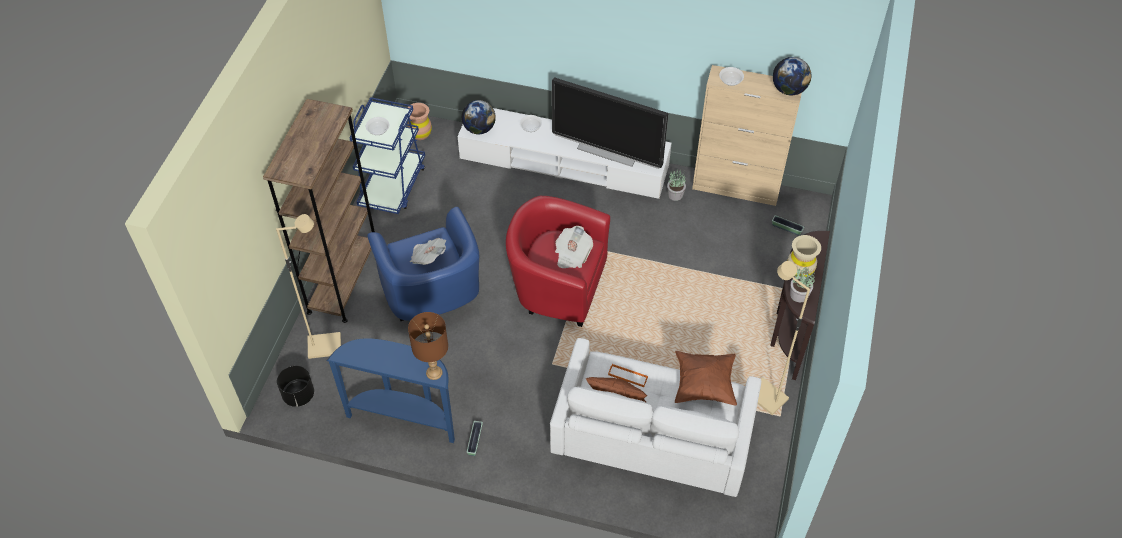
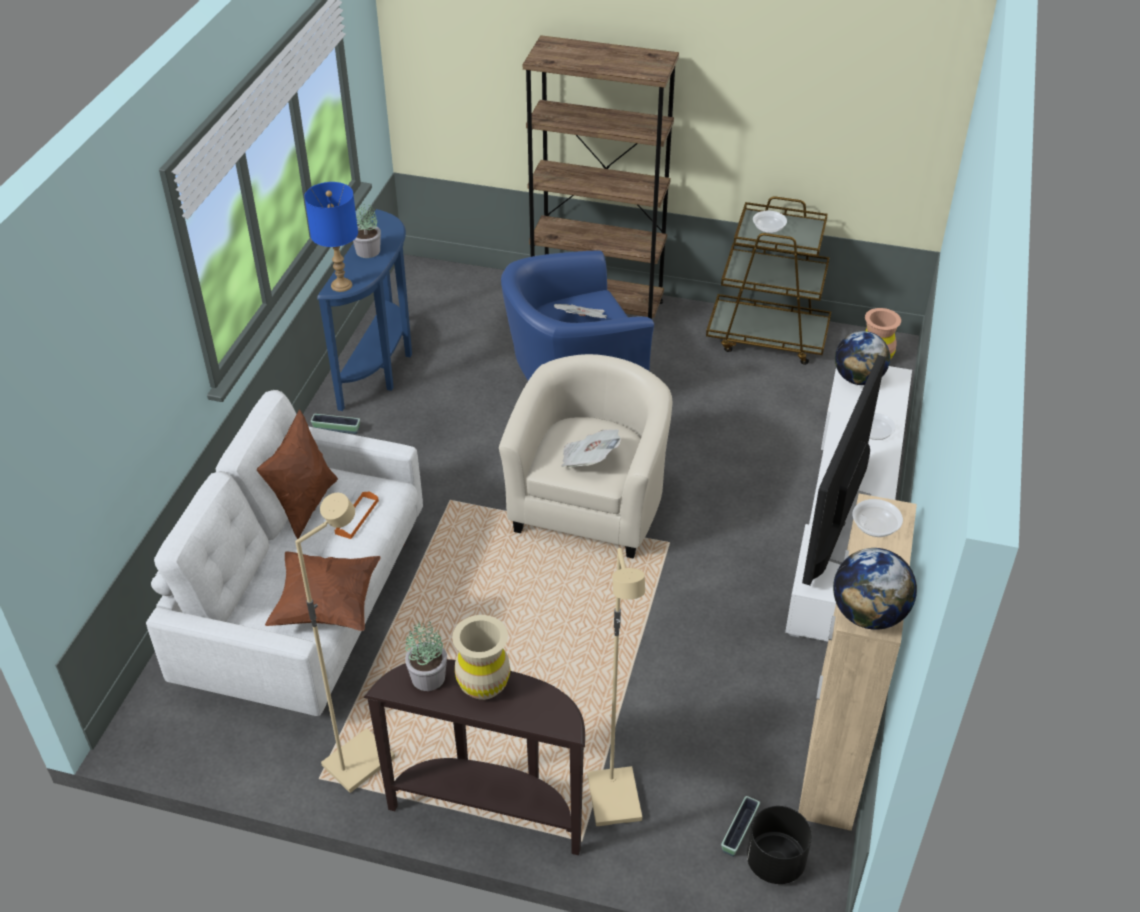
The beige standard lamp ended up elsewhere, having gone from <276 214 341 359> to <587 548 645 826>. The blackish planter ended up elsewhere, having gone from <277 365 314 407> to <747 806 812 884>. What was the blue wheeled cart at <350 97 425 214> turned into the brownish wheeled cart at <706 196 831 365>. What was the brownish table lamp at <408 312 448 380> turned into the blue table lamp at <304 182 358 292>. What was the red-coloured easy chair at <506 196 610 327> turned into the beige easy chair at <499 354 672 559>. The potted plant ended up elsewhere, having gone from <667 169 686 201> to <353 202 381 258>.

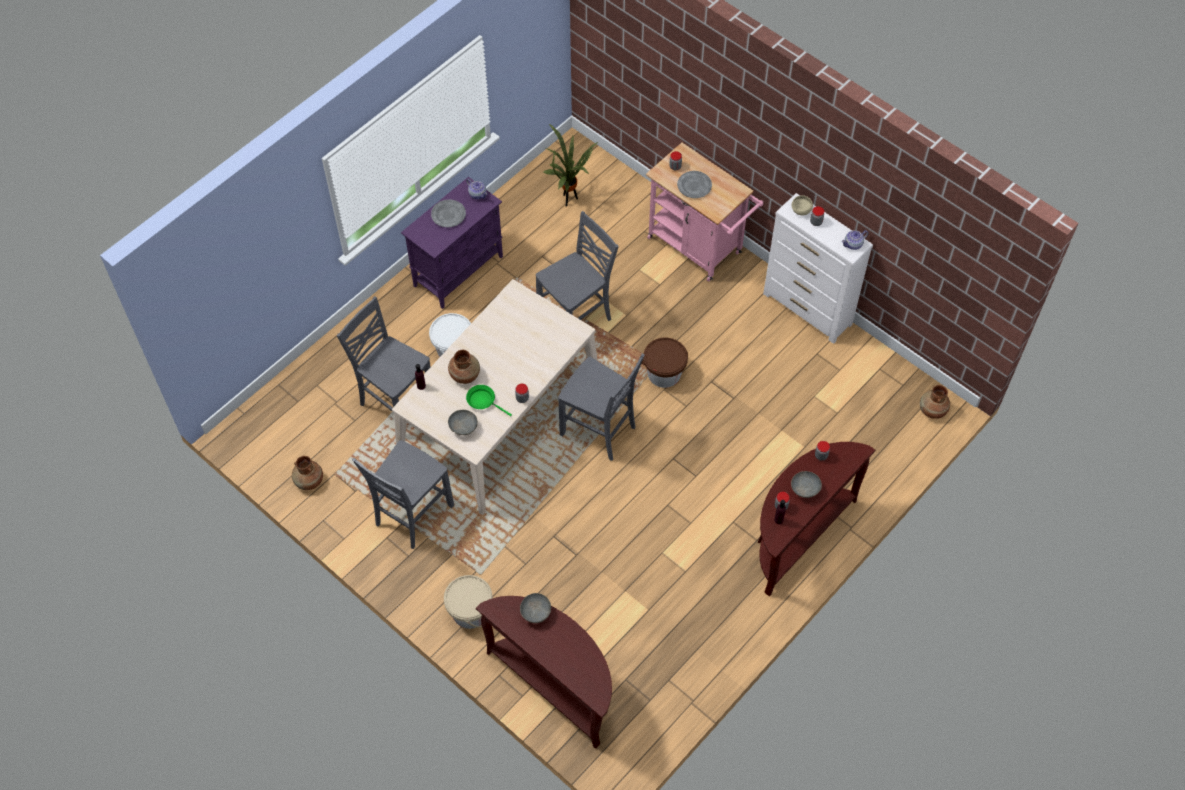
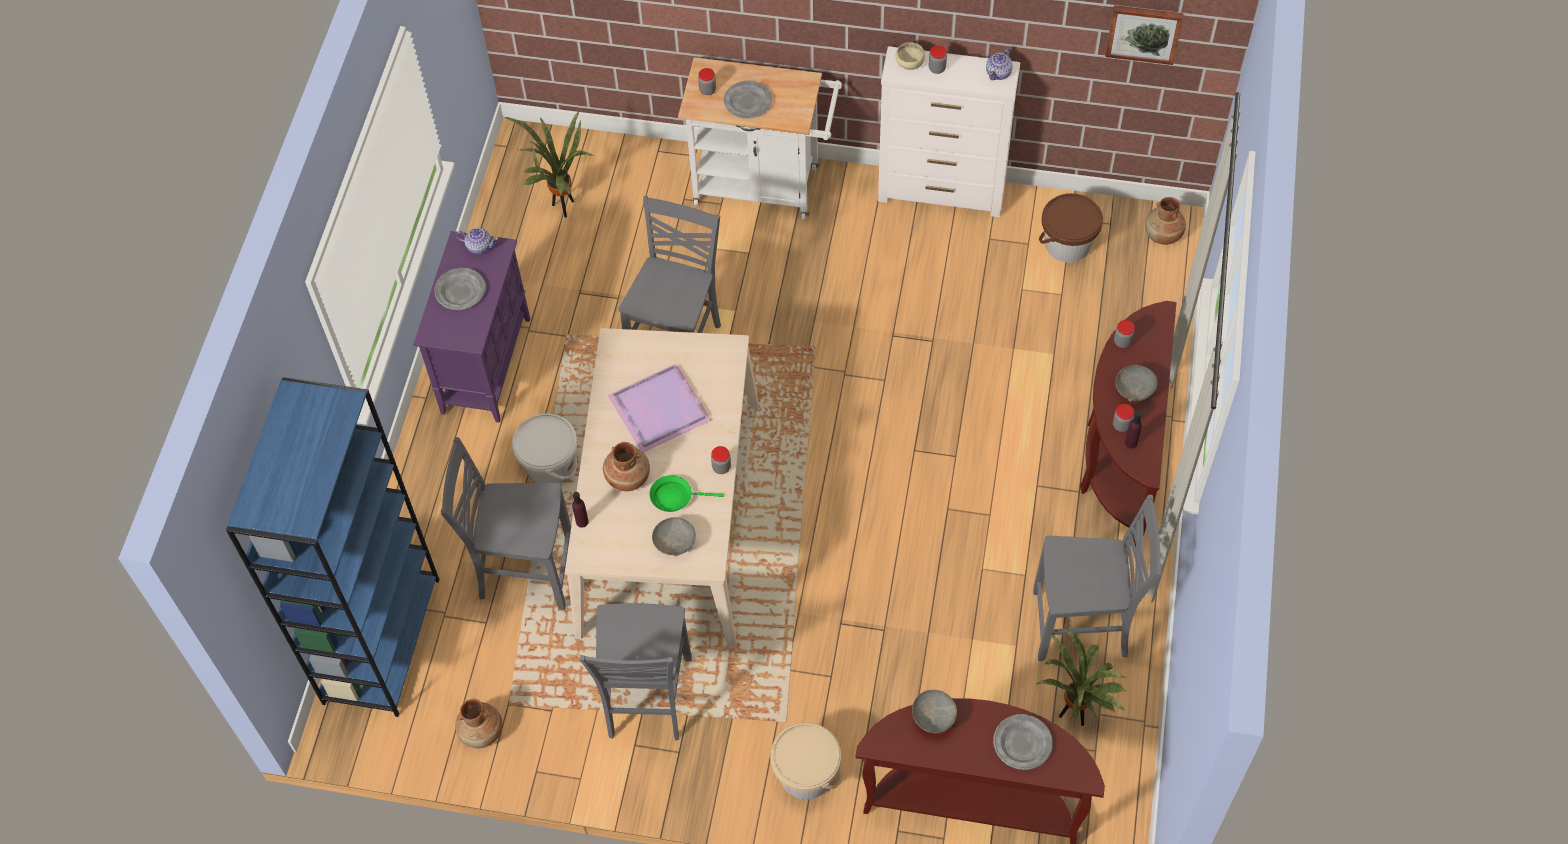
The greyish chair ended up elsewhere, having gone from <558 354 645 461> to <1033 495 1162 661>. The brownish bucket ended up elsewhere, having gone from <641 338 688 388> to <1039 193 1103 263>. What was the pink-coloured wheeled cart at <646 143 763 282> turned into the whitish wheeled cart at <678 57 842 220>. The second view gained the blue shelving unit at <226 377 439 717>. The second view gained the purple-coloured tray at <608 364 711 453>. The second view gained the greyish plate at <993 714 1053 770>. The second view gained the potted plant at <1037 628 1126 726>. The second view gained the wall art at <1105 5 1184 65>.

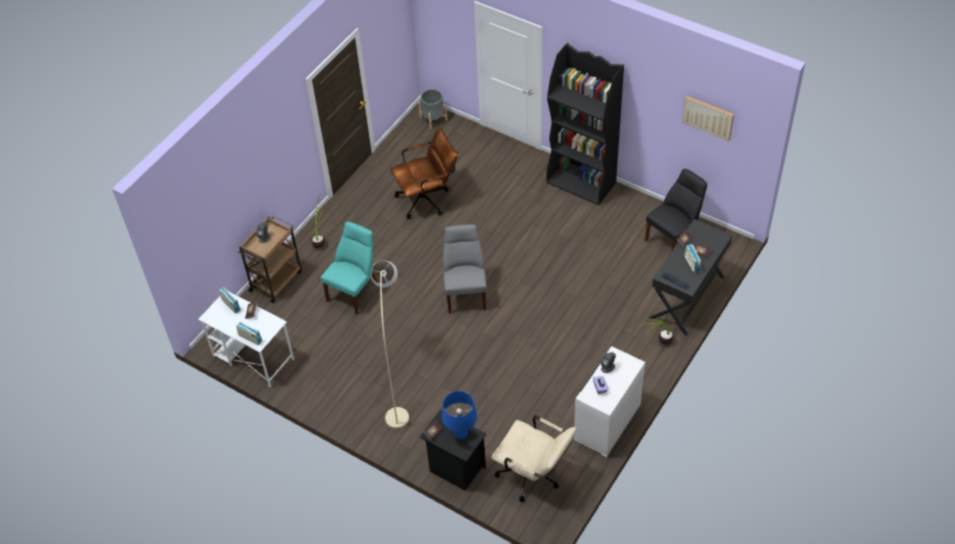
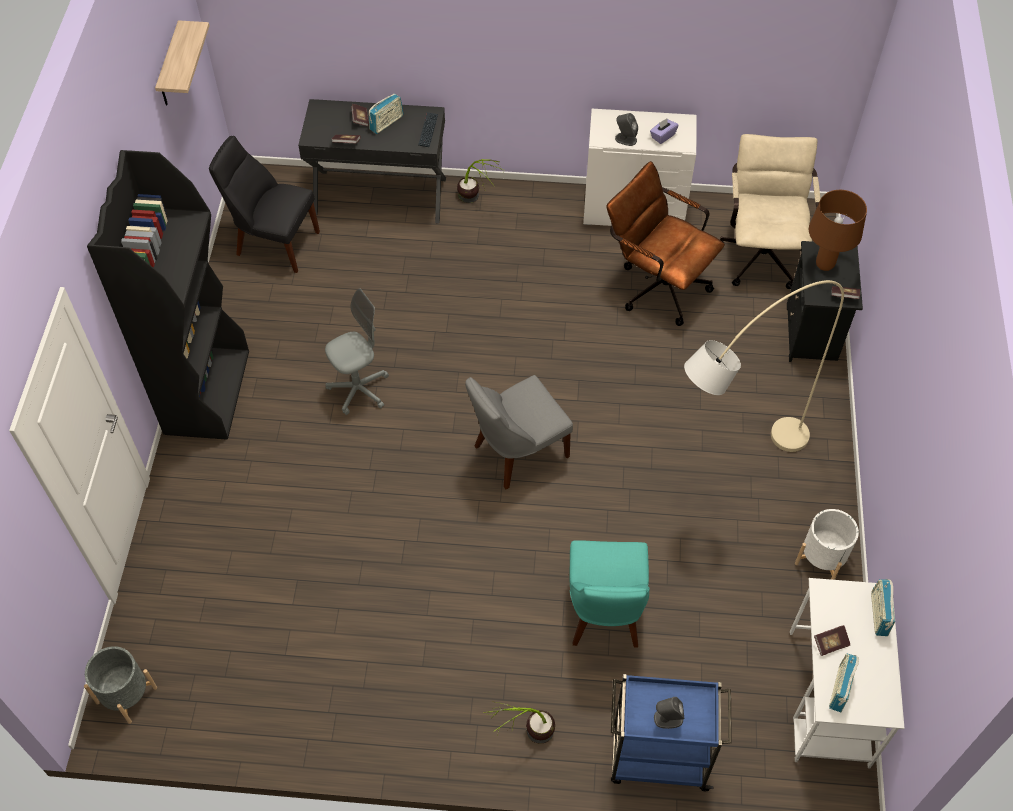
What was the brownish wheeled cart at <238 216 302 303> turned into the blue wheeled cart at <611 674 732 791>. The turquoise chair at <321 222 378 315> ended up facing another way, 90 degrees counterclockwise from before. The brownish computer chair ended up elsewhere, having gone from <390 127 458 219> to <606 161 725 326>. What was the blue table lamp at <442 391 477 439> turned into the brownish table lamp at <809 190 867 271>. Where the wall art hung at <682 96 734 141>, the shelf came to hang at <155 20 210 105>. The second view gained the greyish computer chair at <325 288 389 415>. The second view gained the whitish planter at <795 509 859 580>.

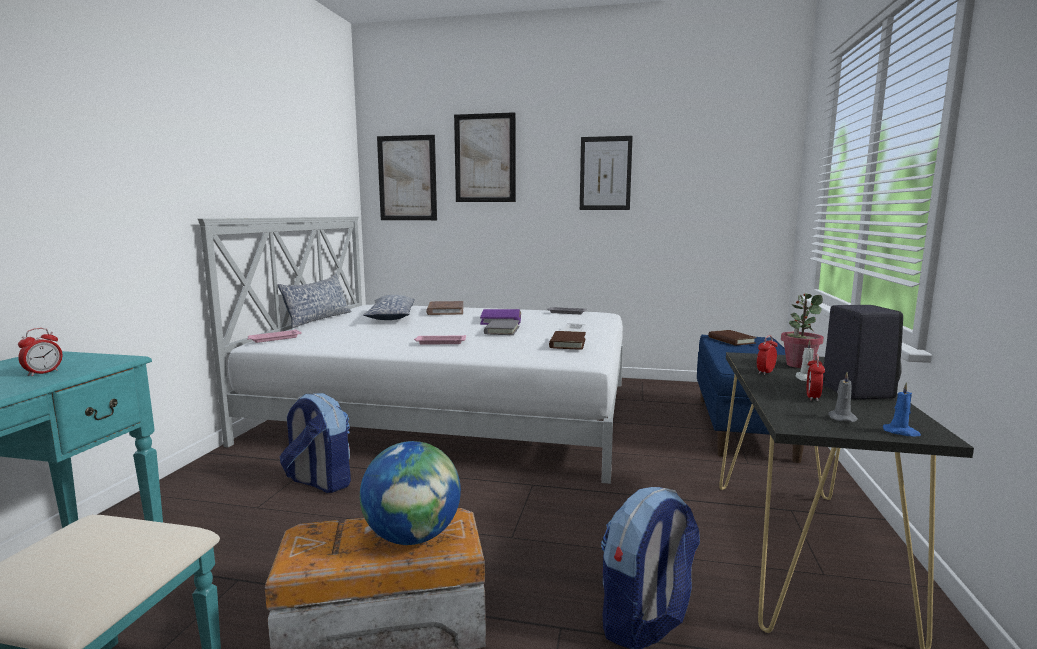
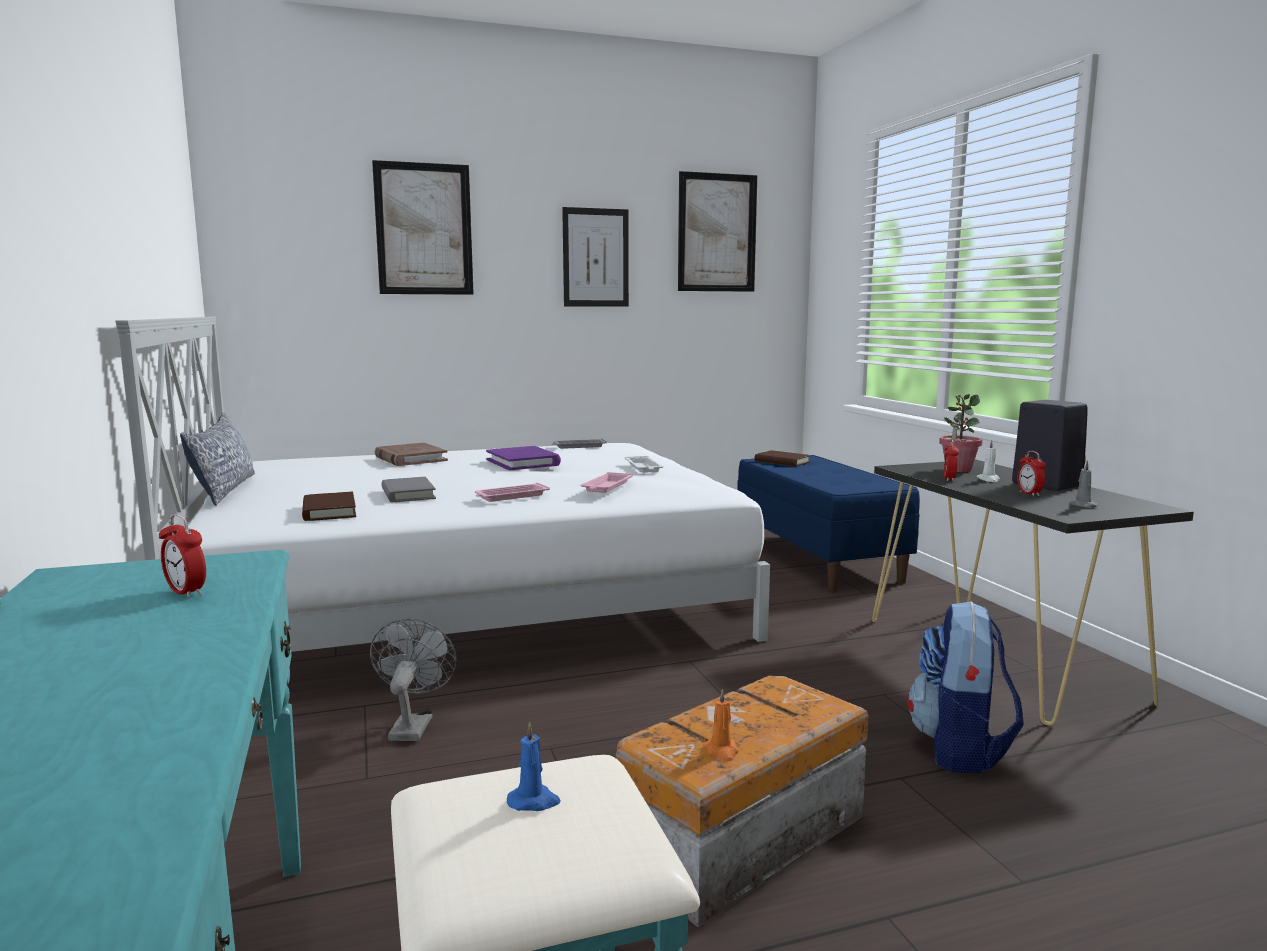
The bedside clock at <18 328 62 376> ended up facing another way, 135 degrees clockwise from before. The pink-coloured tray ended up elsewhere, having gone from <247 329 302 343> to <581 472 633 493>. Where the backpack stood at <280 393 351 493>, the greyish cooling fan came to stand at <370 619 457 741>. The second view lost the world globe at <360 441 461 545>. The second view lost the cushion at <363 295 415 320>. The wall art ended up elsewhere, having gone from <377 135 437 220> to <678 171 757 292>. The greyish volume ended up elsewhere, having gone from <484 320 520 335> to <382 477 436 502>. The brownish volume ended up elsewhere, having gone from <549 331 586 350> to <302 492 356 521>. The blue wax light ended up elsewhere, having gone from <883 382 921 437> to <507 722 561 811>. The second view gained the orange wax light at <703 689 738 762>.

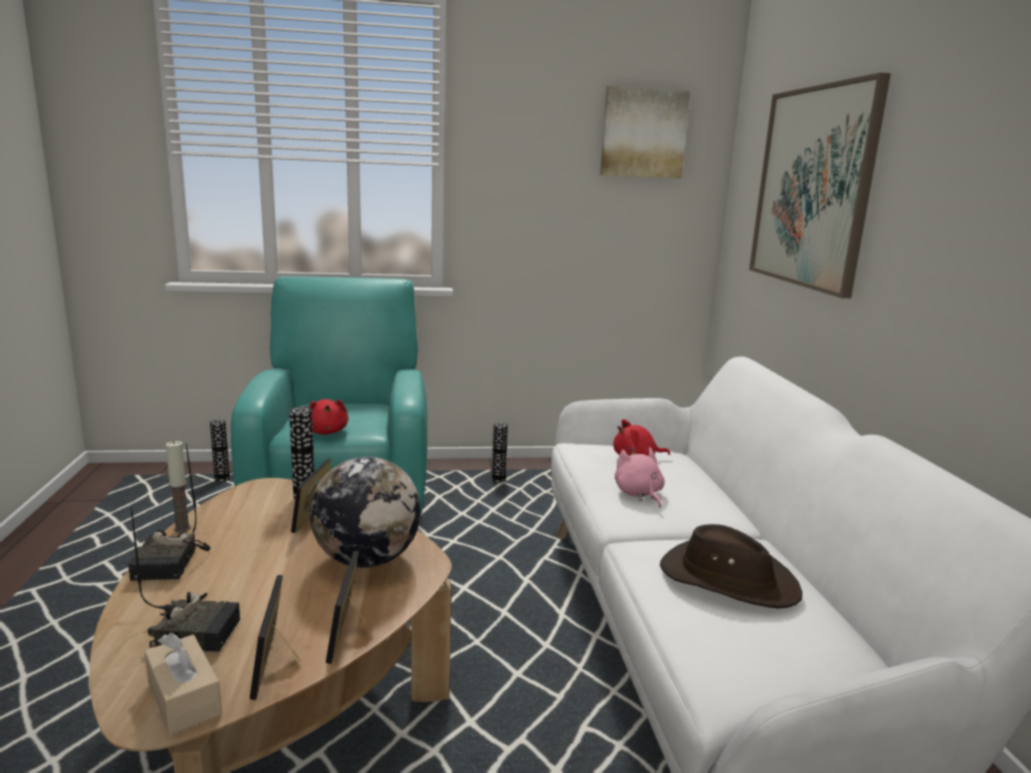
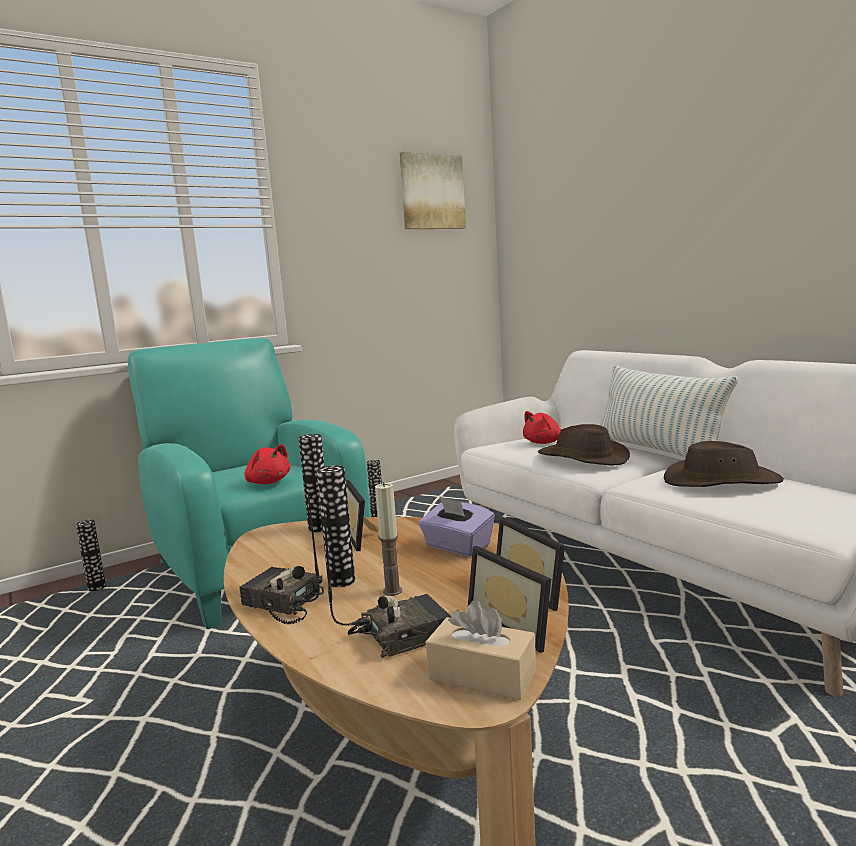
The radio at <128 443 210 581> ended up facing another way, 150 degrees clockwise from before. The wax light ended up elsewhere, having gone from <166 441 191 532> to <375 482 402 596>. Where the world globe stood at <310 457 421 568>, the purple-coloured box of tissues came to stand at <419 496 495 557>. Where the pink-coloured cuddly toy stood at <615 447 665 507>, the brownish wearable hat came to stand at <538 424 630 465>. The second view lost the wall art at <749 73 891 298>. The second view gained the vase at <316 465 355 587>. The second view gained the cushion at <600 365 738 458>.

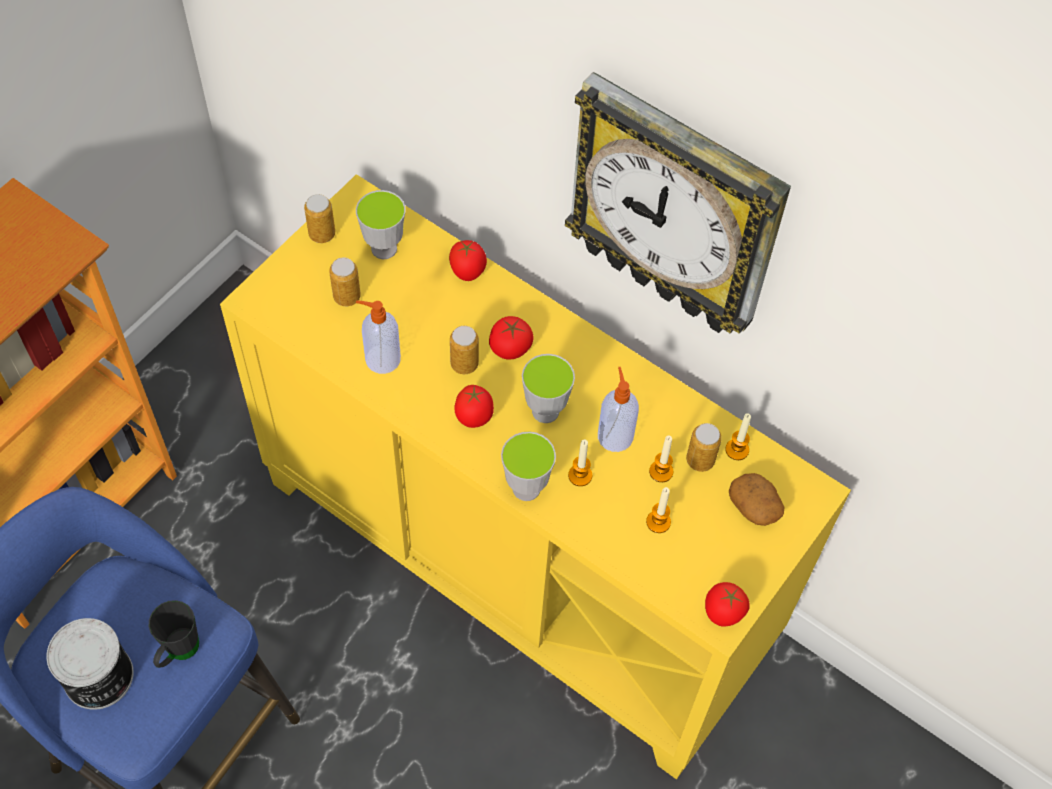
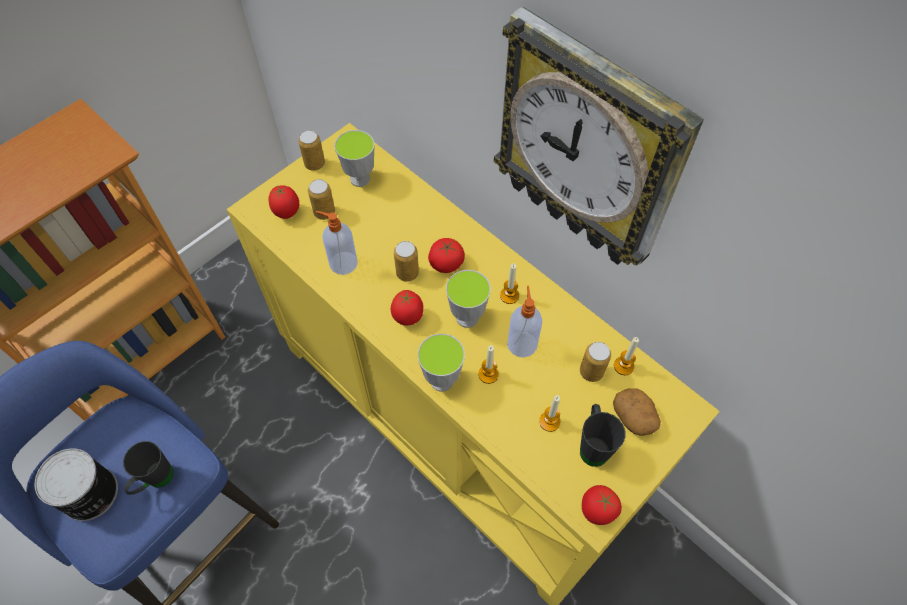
The whole tomato ended up elsewhere, having gone from <449 240 487 281> to <268 186 299 219>. The wax light ended up elsewhere, having gone from <649 435 673 482> to <500 263 519 304>. The second view gained the blackish coffee mug at <580 404 625 467>.

